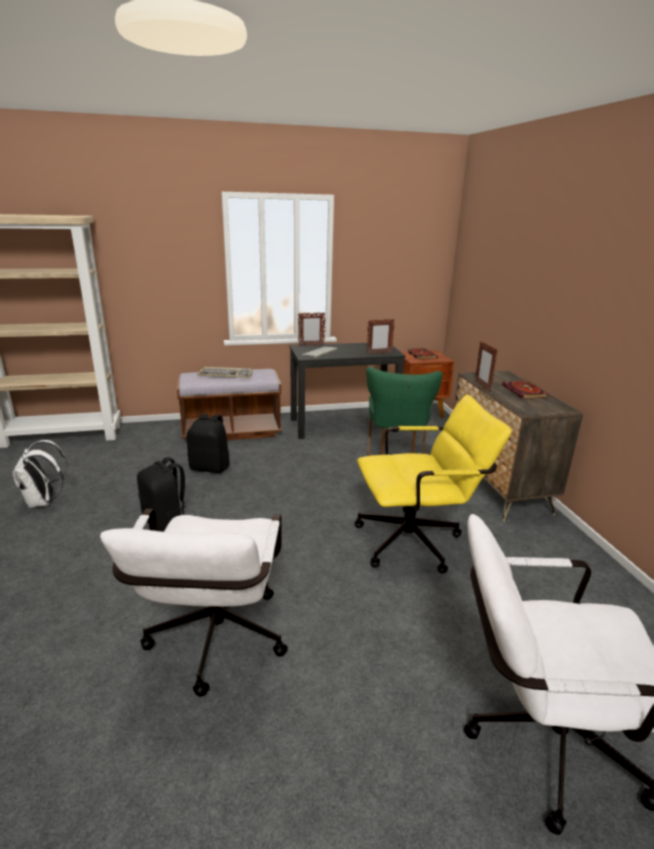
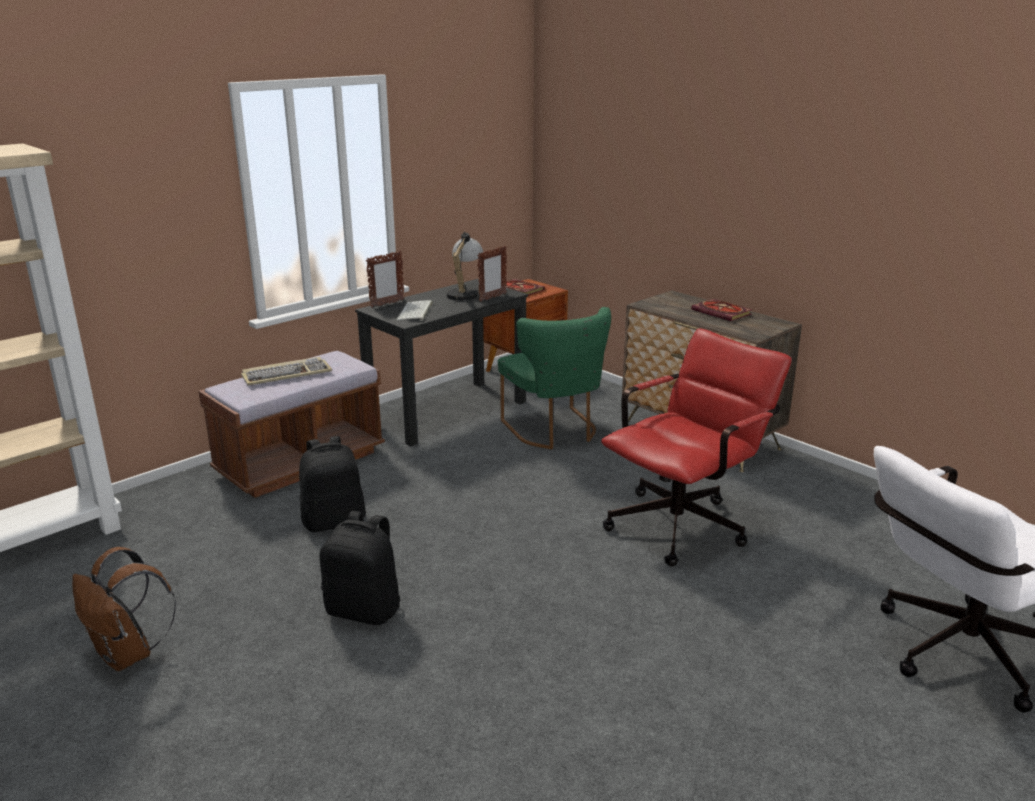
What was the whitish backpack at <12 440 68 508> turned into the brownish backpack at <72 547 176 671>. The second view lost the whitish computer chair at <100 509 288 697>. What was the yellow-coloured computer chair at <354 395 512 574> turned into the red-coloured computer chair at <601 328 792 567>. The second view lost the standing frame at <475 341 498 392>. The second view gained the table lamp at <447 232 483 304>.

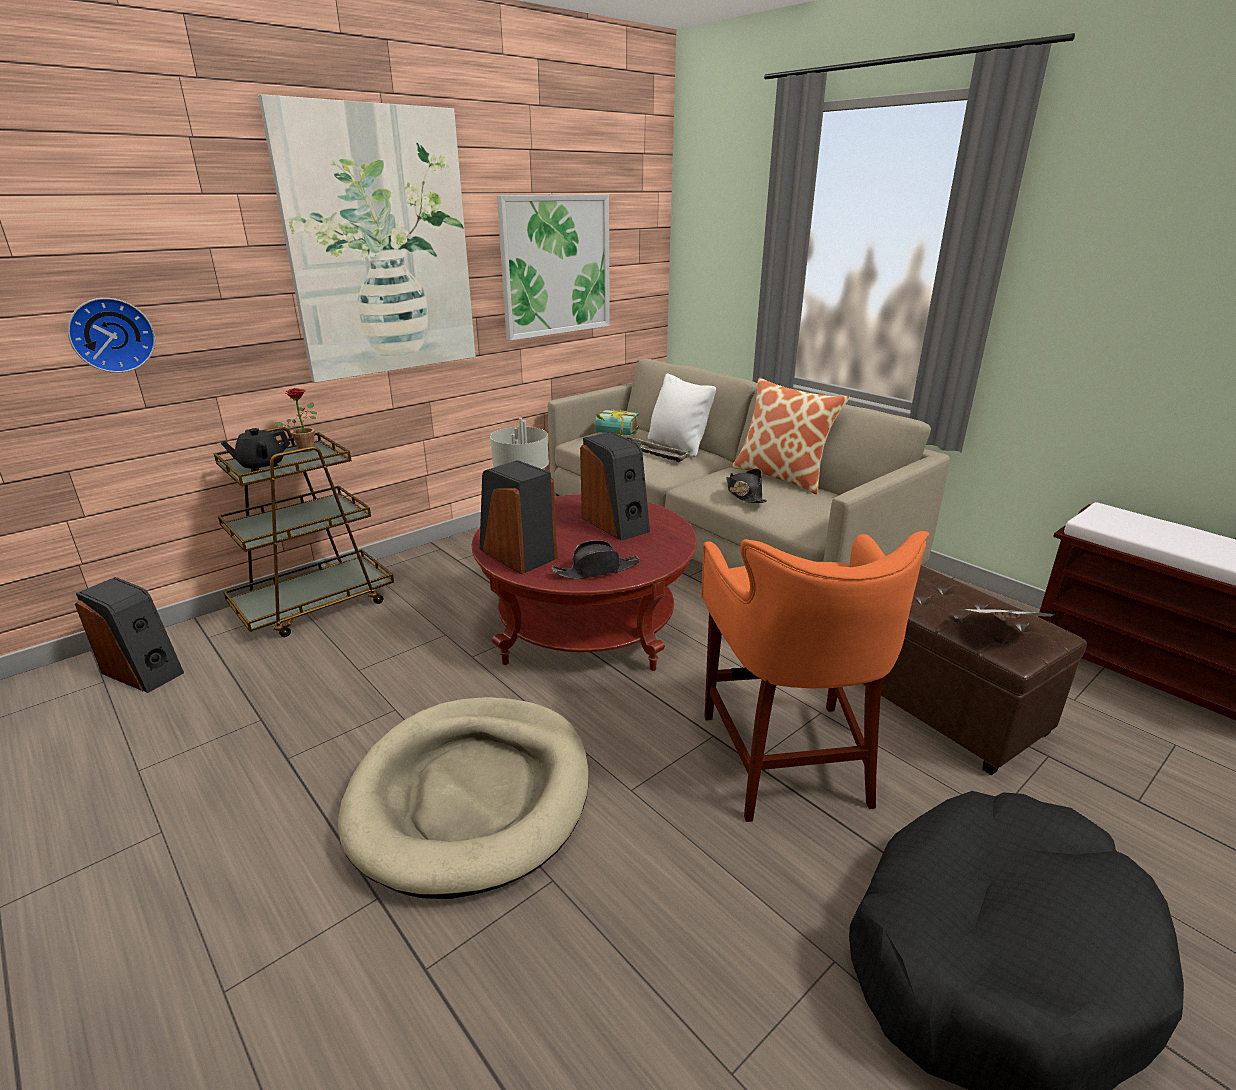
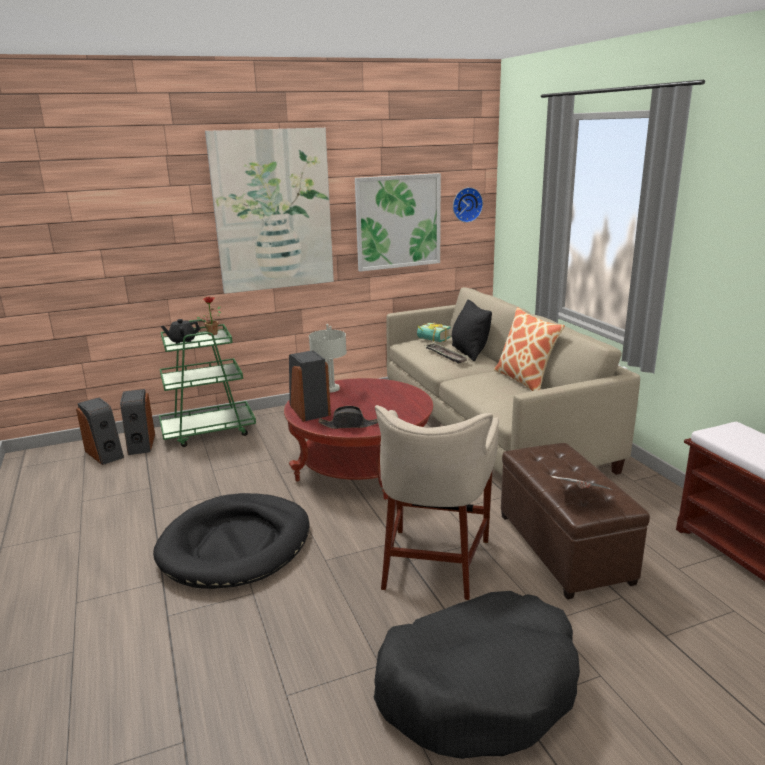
The hanging clock ended up elsewhere, having gone from <68 298 155 373> to <453 187 483 223>. What was the brownish wheeled cart at <214 427 394 637> turned into the green wheeled cart at <159 319 256 447>. What was the beige dog bed at <338 697 589 899> turned into the blackish dog bed at <153 493 310 589>. The loudspeaker ended up elsewhere, having gone from <580 432 650 541> to <120 389 155 455>. What was the whitish cushion at <648 373 716 457> turned into the blackish cushion at <452 300 492 361>. What was the orange sitting stool at <701 531 929 822> turned into the beige sitting stool at <375 405 499 600>. The second view lost the blackish wearable hat at <726 469 767 503>.

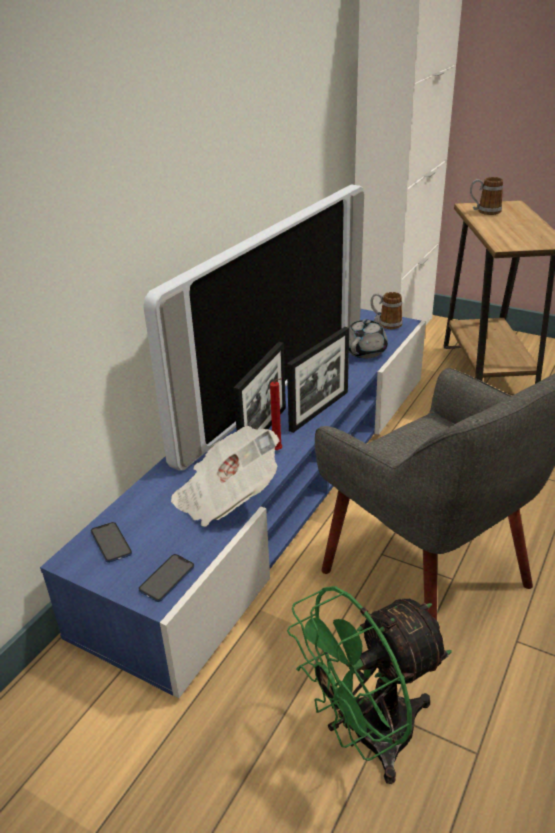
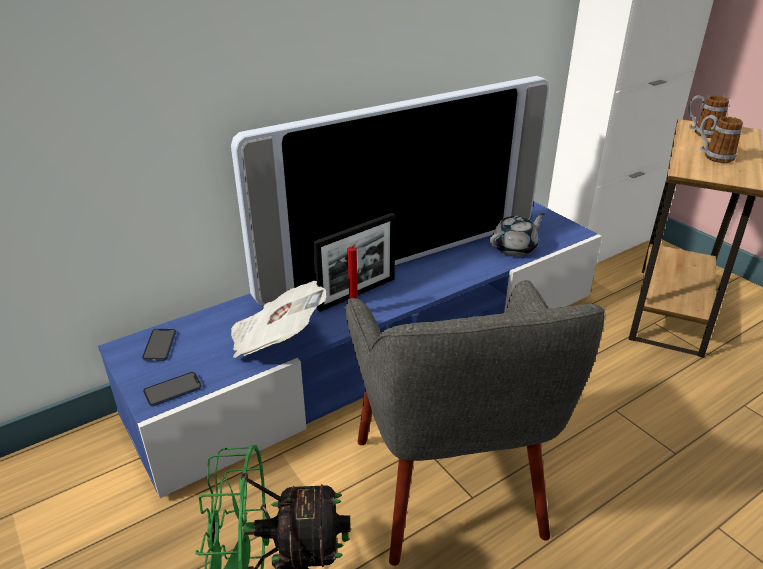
The second view lost the standing frame at <287 327 349 433>. The coffee mug ended up elsewhere, having gone from <371 292 403 329> to <700 115 743 163>.

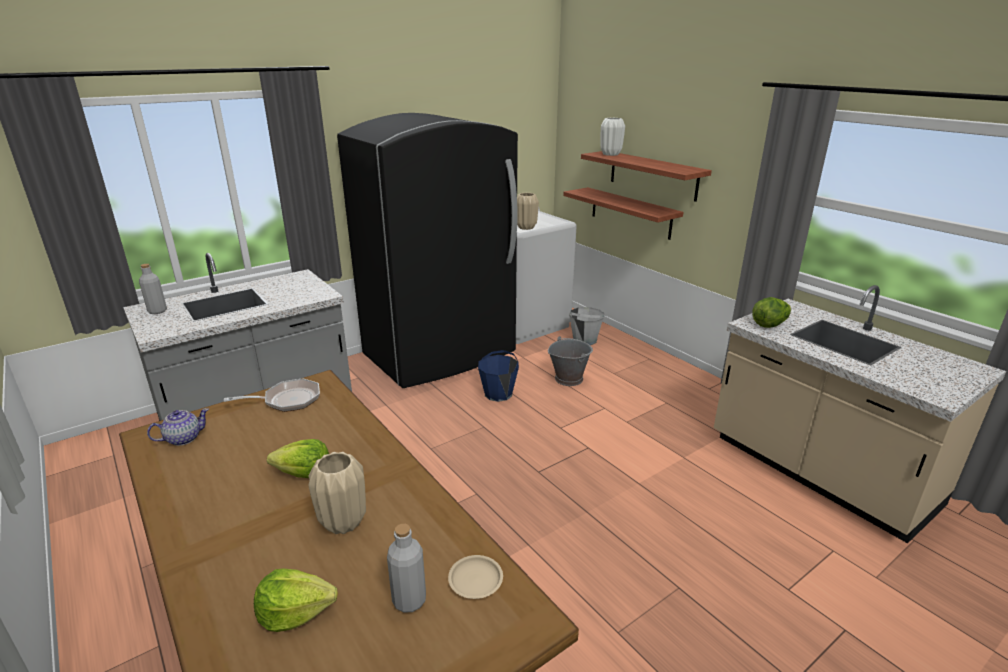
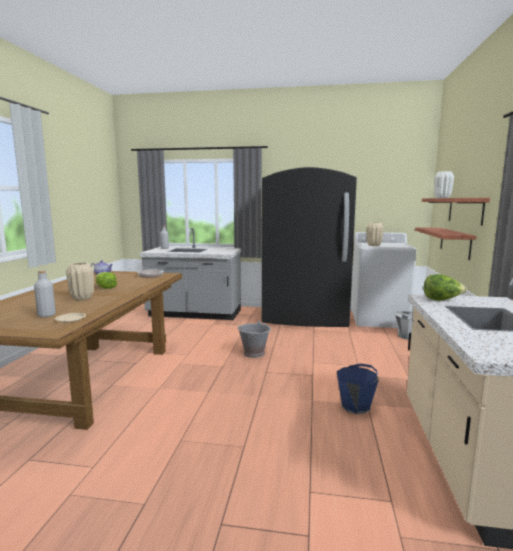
The second view lost the lettuce head at <254 569 338 632>. The blue bucket ended up elsewhere, having gone from <478 350 519 402> to <337 364 379 414>. The greyish bucket ended up elsewhere, having gone from <548 336 593 386> to <238 320 271 358>.

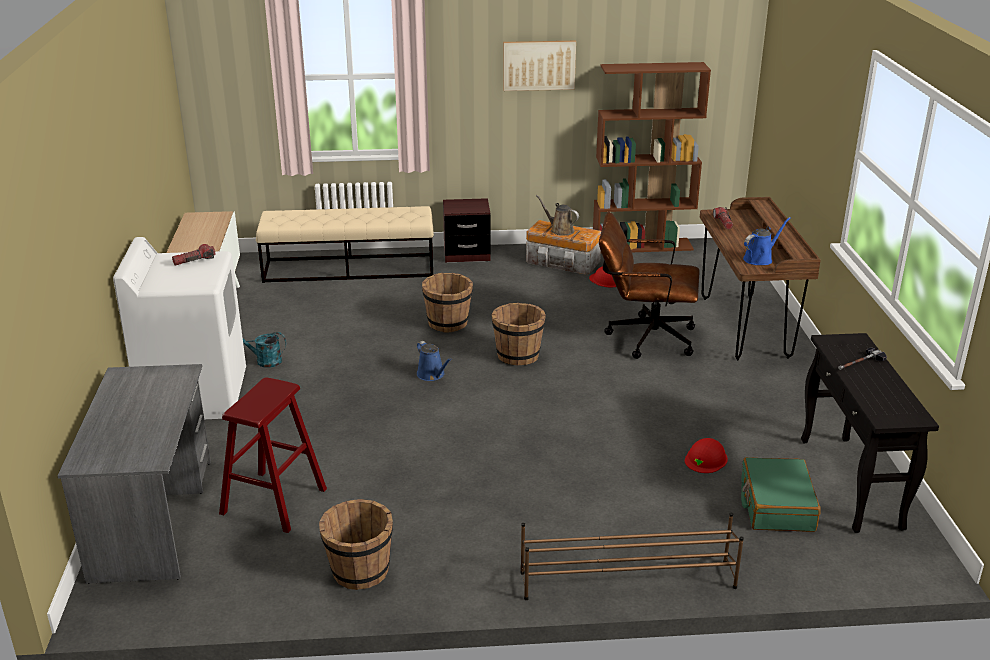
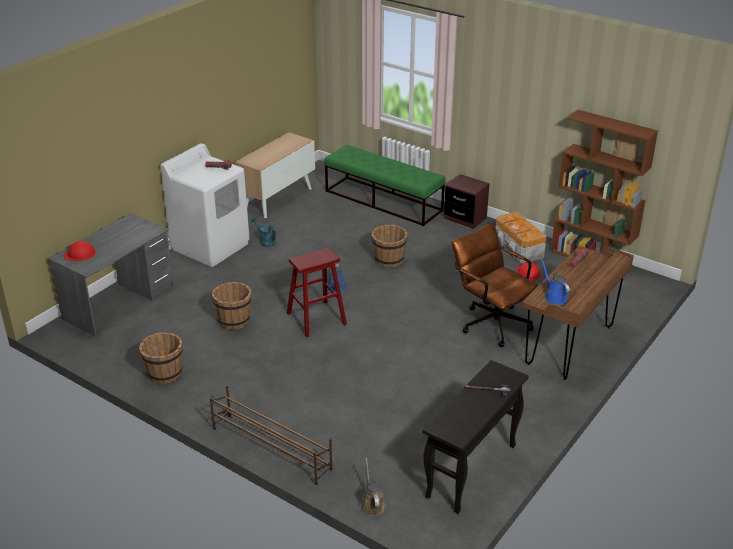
The red-coloured sitting stool ended up elsewhere, having gone from <219 378 327 533> to <287 248 347 338>. What was the beige indoor bench at <256 206 434 283> turned into the green indoor bench at <324 145 445 226>. The brownish bucket ended up elsewhere, having gone from <491 303 546 365> to <212 282 252 330>. The second view lost the wall art at <503 41 576 91>. The brownish watering can ended up elsewhere, having gone from <536 195 579 236> to <360 458 386 516>. The red-coloured safety helmet ended up elsewhere, having gone from <685 438 728 473> to <64 241 96 261>. The second view lost the green suitcase at <741 457 821 532>. The blue watering can at <743 217 791 265> ended up facing another way, 120 degrees counterclockwise from before.

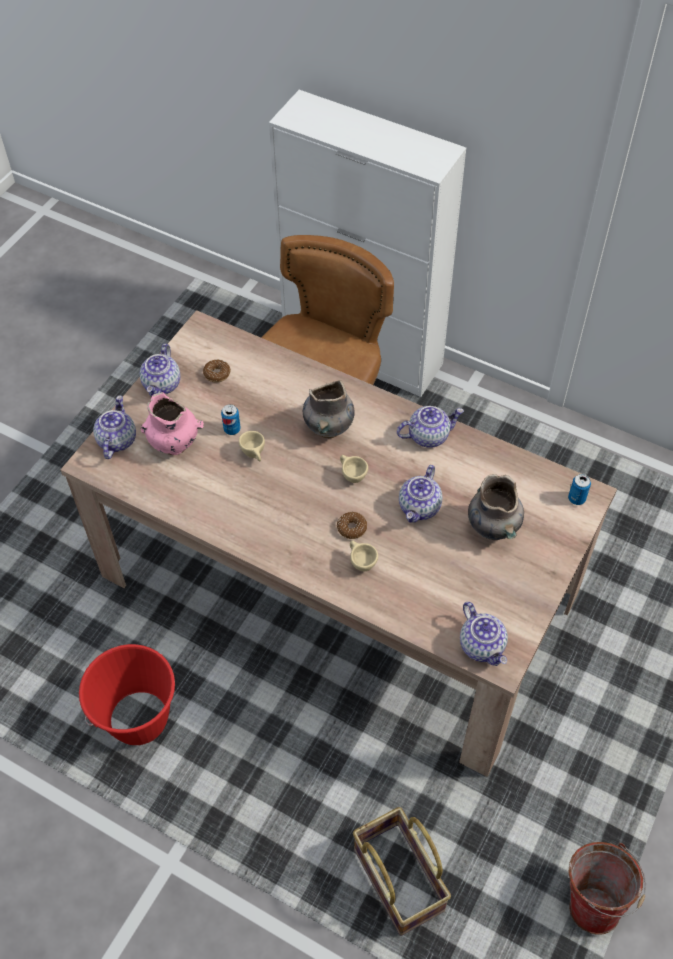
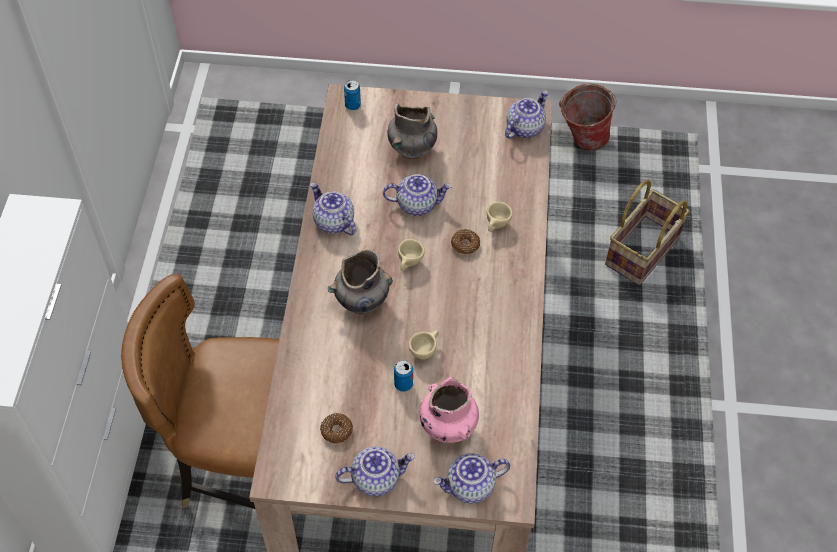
The second view lost the red-coloured bucket at <79 644 175 745>.

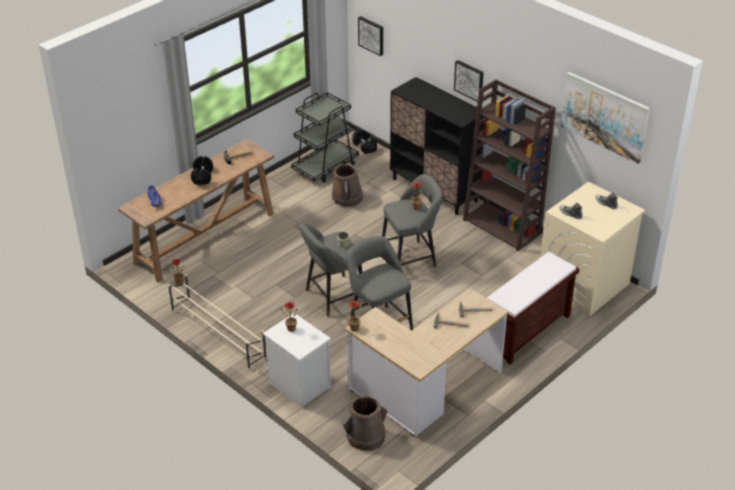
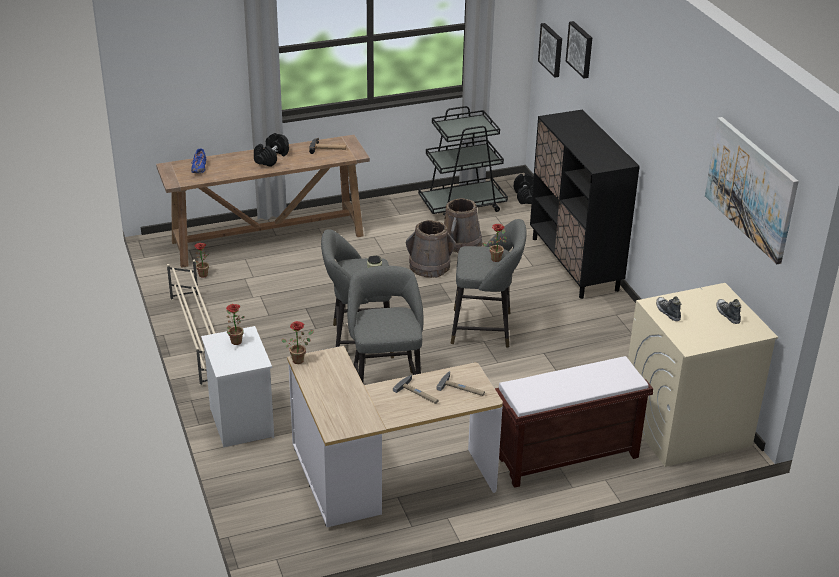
The brownish bucket ended up elsewhere, having gone from <343 396 387 451> to <406 220 456 278>. The wall art ended up elsewhere, having gone from <454 60 484 102> to <566 21 592 78>. The second view lost the brownish shelving unit at <463 79 556 251>.

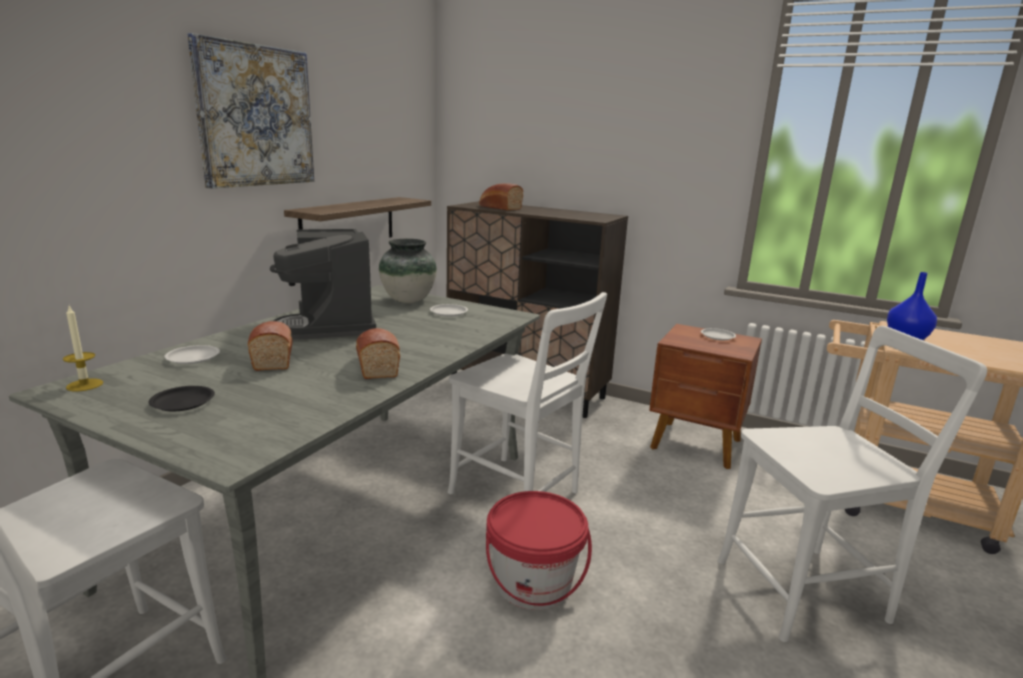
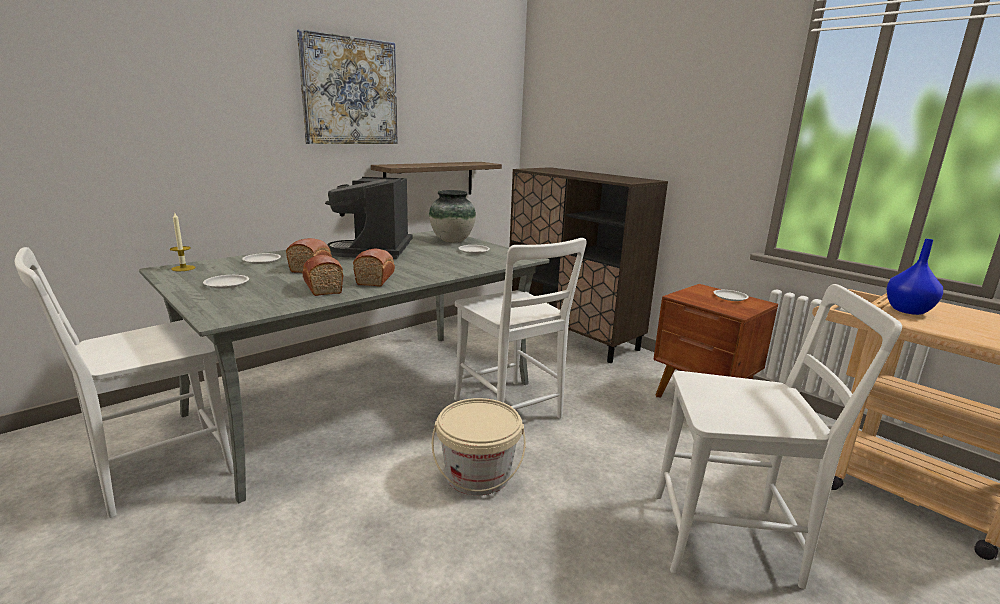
What was the blackish plate at <148 386 215 411> turned into the whitish plate at <203 275 249 288>. The bakery bread ended up elsewhere, having gone from <479 183 523 210> to <303 255 343 296>. What was the red-coloured bucket at <486 491 592 610> turned into the beige bucket at <432 398 526 496>.

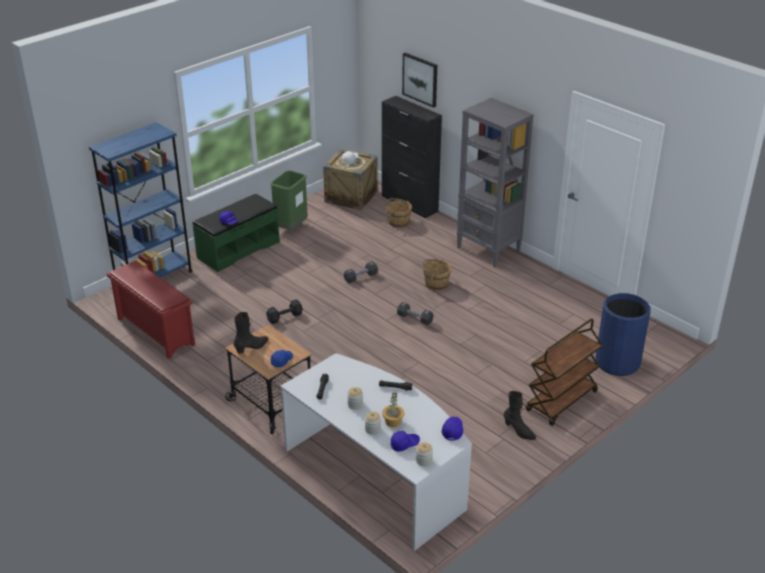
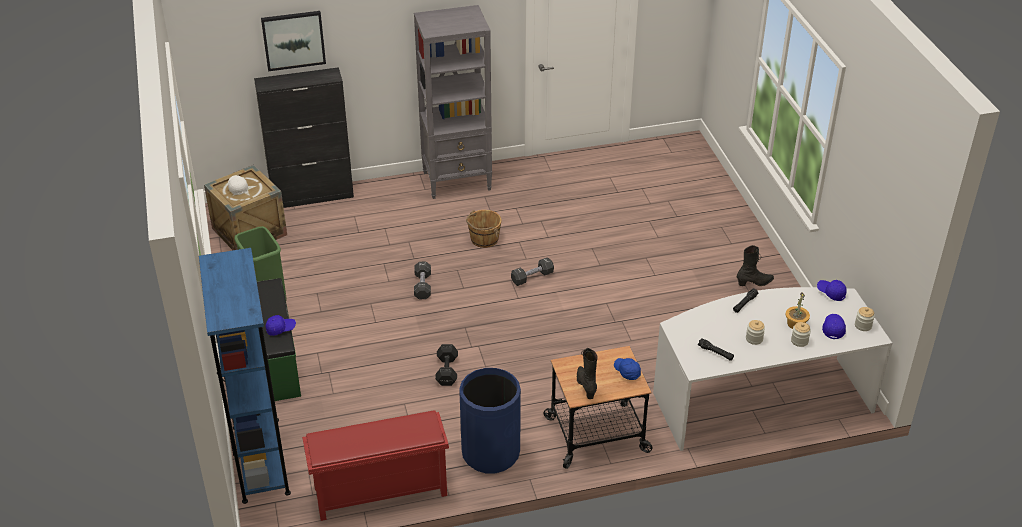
The second view lost the brownish bucket at <385 198 412 228>. The second view lost the brownish wheeled cart at <526 318 603 426>. The blue rubbish bin ended up elsewhere, having gone from <596 293 651 376> to <459 368 521 473>.

